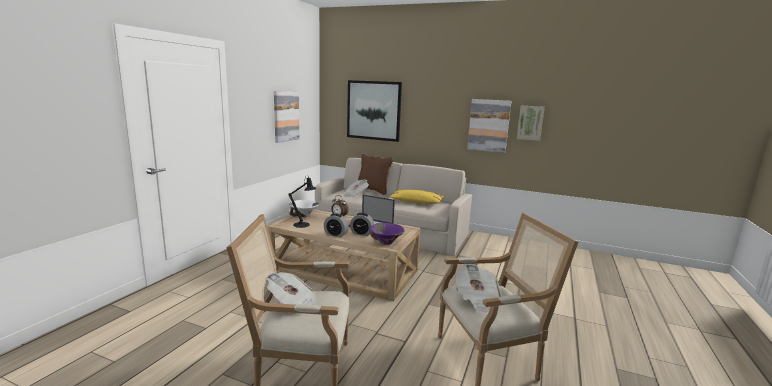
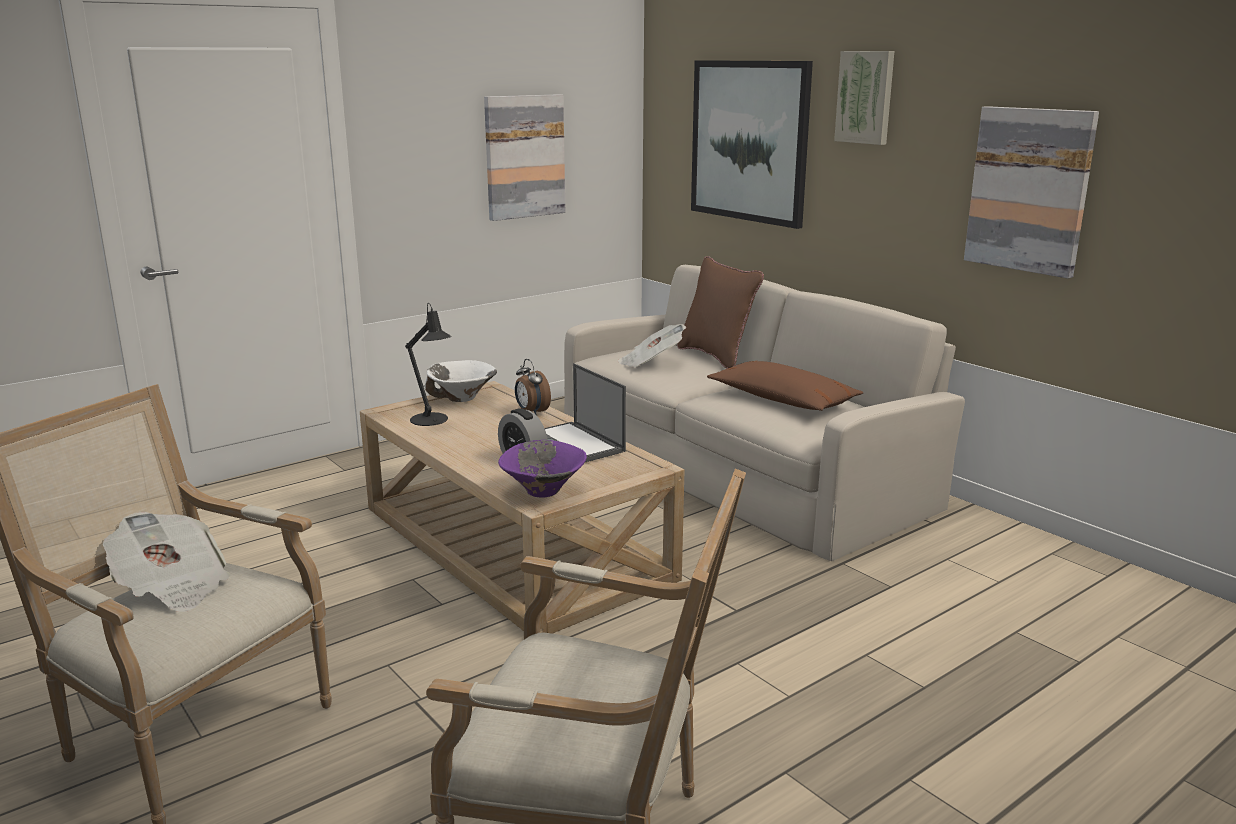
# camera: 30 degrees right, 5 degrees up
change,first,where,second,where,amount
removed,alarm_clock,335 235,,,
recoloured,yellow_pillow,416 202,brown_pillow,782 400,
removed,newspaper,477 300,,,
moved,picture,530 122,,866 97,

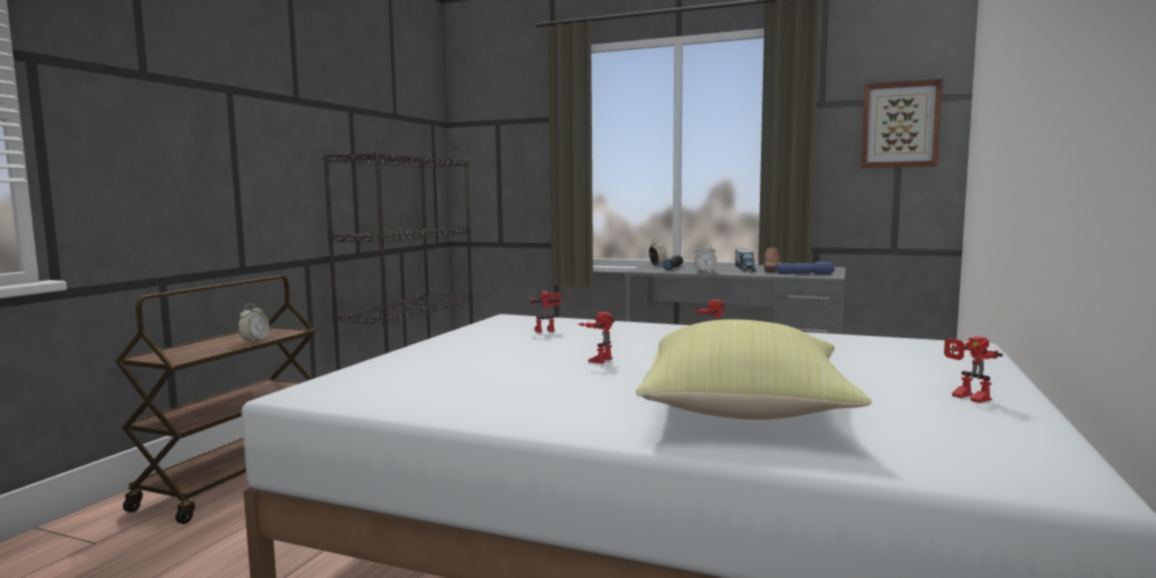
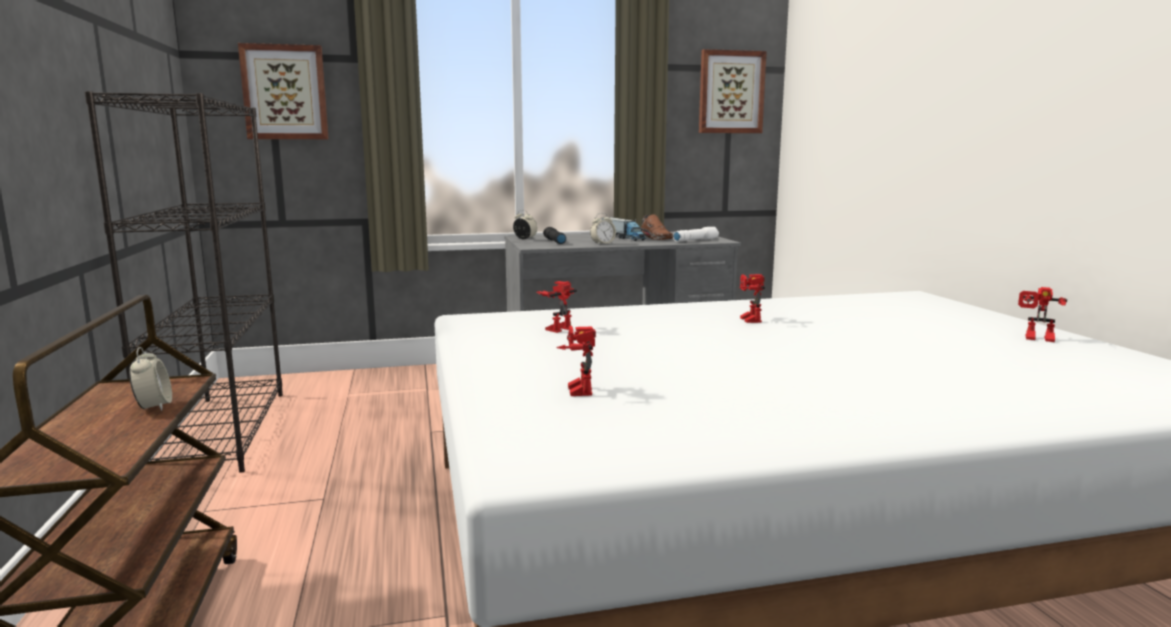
# camera: 35 degrees left, 5 degrees up
change,first,where,second,where,amount
moved,toy_robot,598 359,,575 390,
removed,yellow_pillow,746 412,,,
recoloured,blue_flashlight,804 274,white_flashlight,695 240,
added,,,picture,285 92,

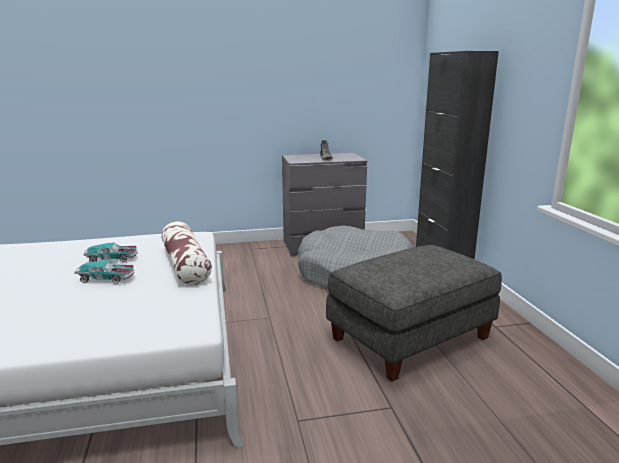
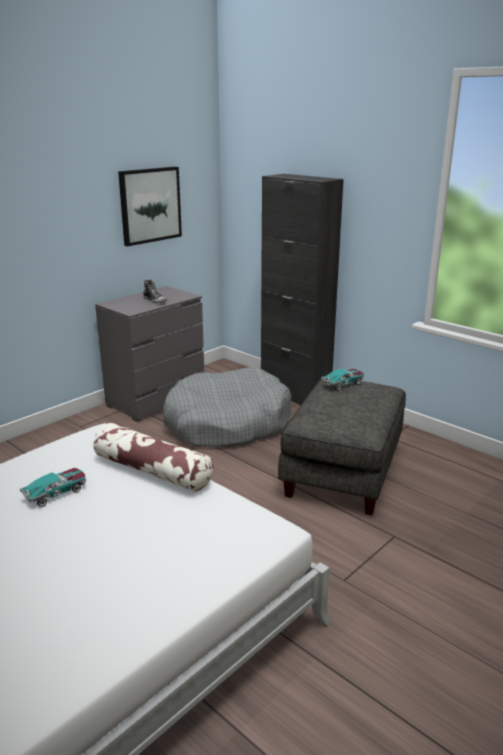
# camera: 35 degrees left, 5 degrees up
change,first,where,second,where,amount
moved,toy_car,107 278,,343 383,
added,,,picture,150 205,

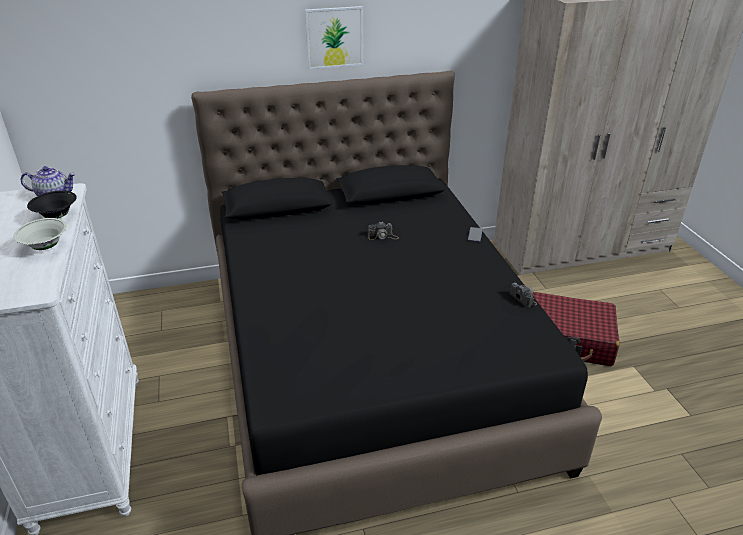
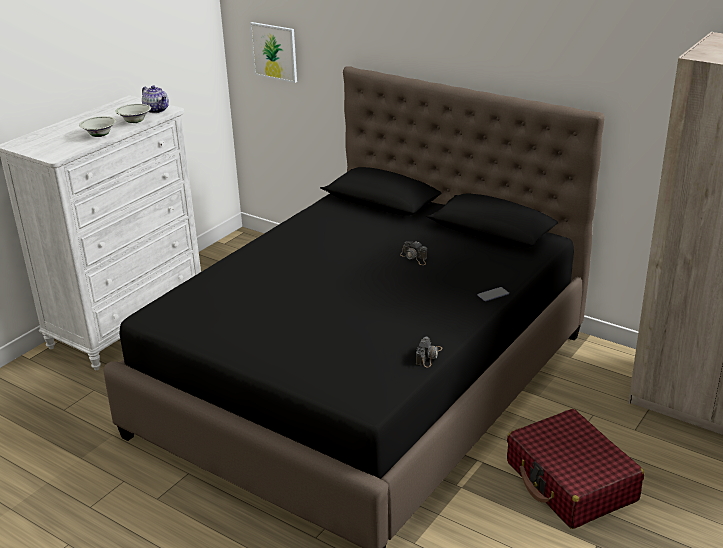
# camera: 50 degrees right, 5 degrees down
change,first,where,second,where,amount
recoloured,black_bowl,57 216,white_bowl,135 122,
moved,picture,334 37,,274 52,

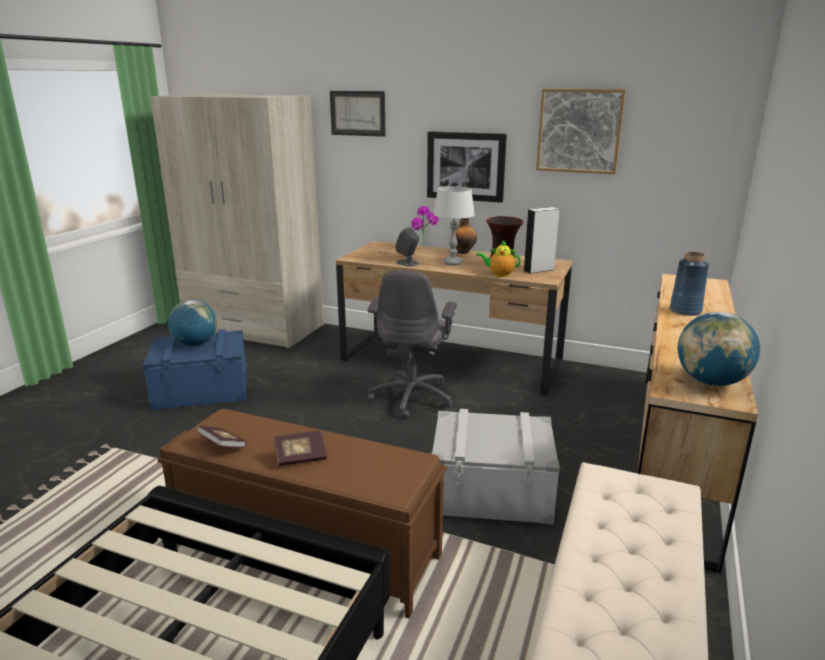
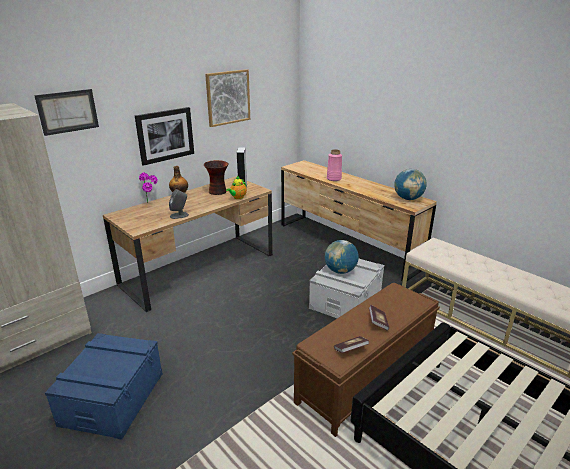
# camera: 65 degrees left, 5 degrees up
change,first,where,second,where,amount
moved,globe,195 344,,340 271,
removed,grey_office_chair,412 397,,,
removed,grey_table_lamp,452 263,,,
recoloured,blue_vase,685 311,pink_vase,333 178,

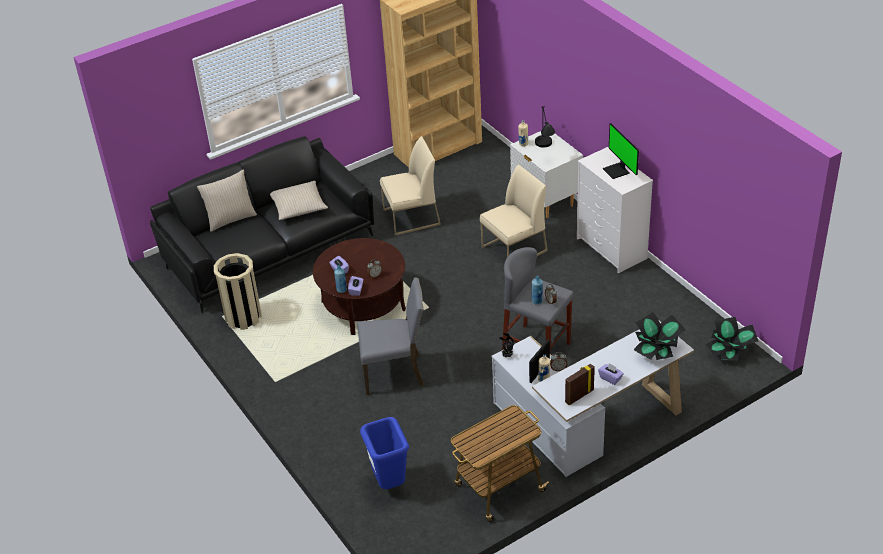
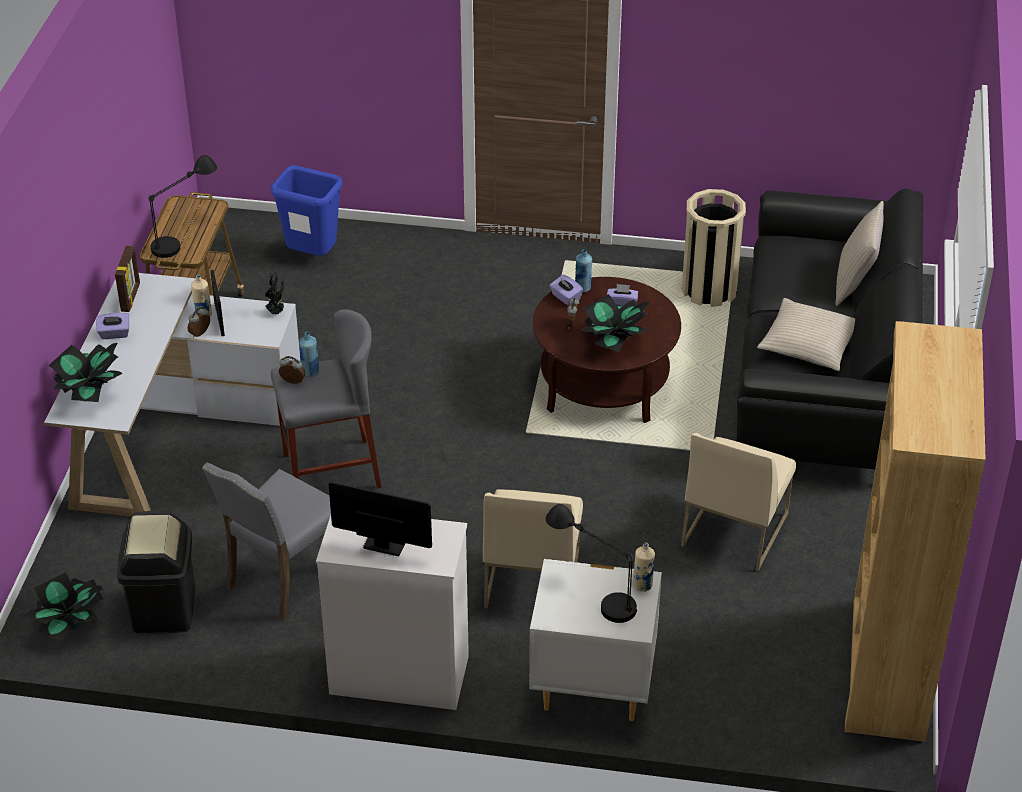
# camera: 130 degrees right, 0 degrees up
change,first,where,second,where,amount
moved,grey_chair,394 373,,284 577,
added,,,black_trash_can,163 609,
added,,,black_table_lamp,185 237,
added,,,potted_plant,613 342,

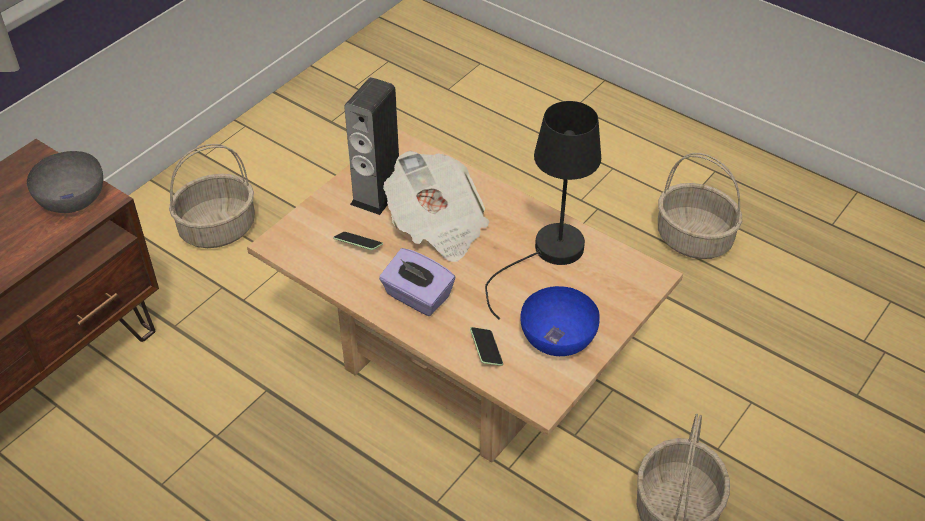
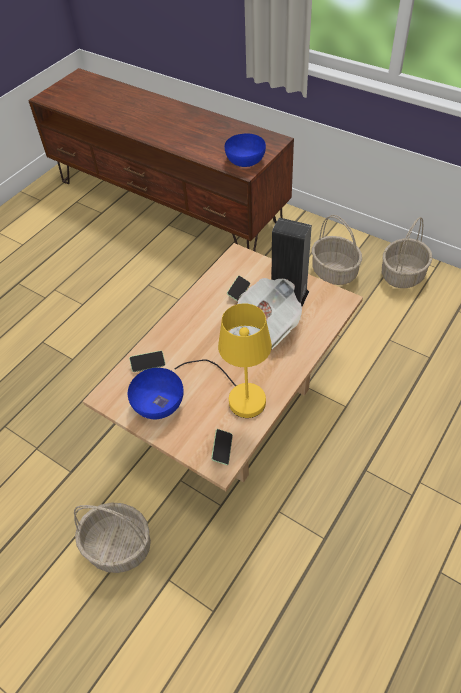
# camera: 90 degrees right, 5 degrees up
change,first,where,second,where,amount
recoloured,grey_bowl,72 199,blue_bowl,245 161,
removed,purple_tissue_box,417 297,,,
recoloured,black_table_lamp,547 255,yellow_table_lamp,238 395,
moved,basket,694 239,,402 275,
added,,,phone,222 449,

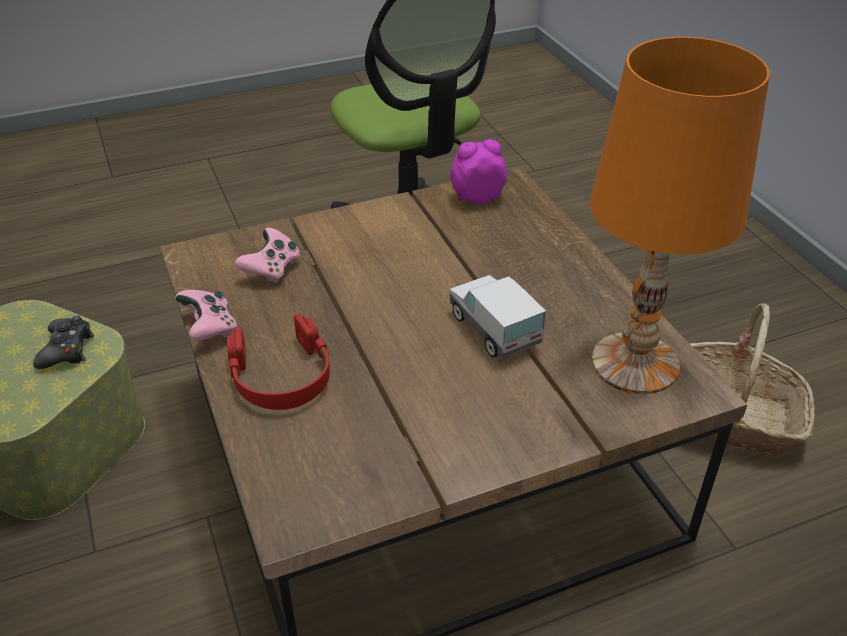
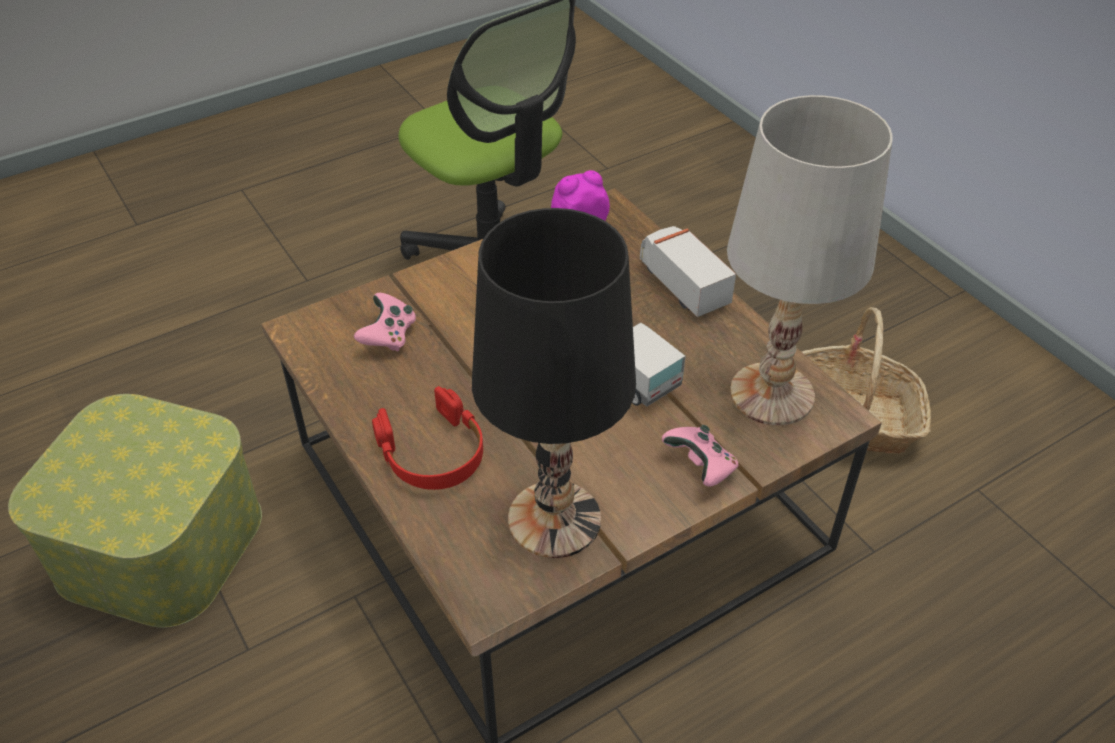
# camera: 10 degrees left, 5 degrees up
change,first,where,second,where,amount
removed,black_game_controller,66 350,,,
moved,pink_game_controller,210 329,,701 467,
recoloured,orange_table_lamp,635 364,white_table_lamp,772 395,
added,,,black_table_lamp,555 520,
added,,,toy_truck,682 285,

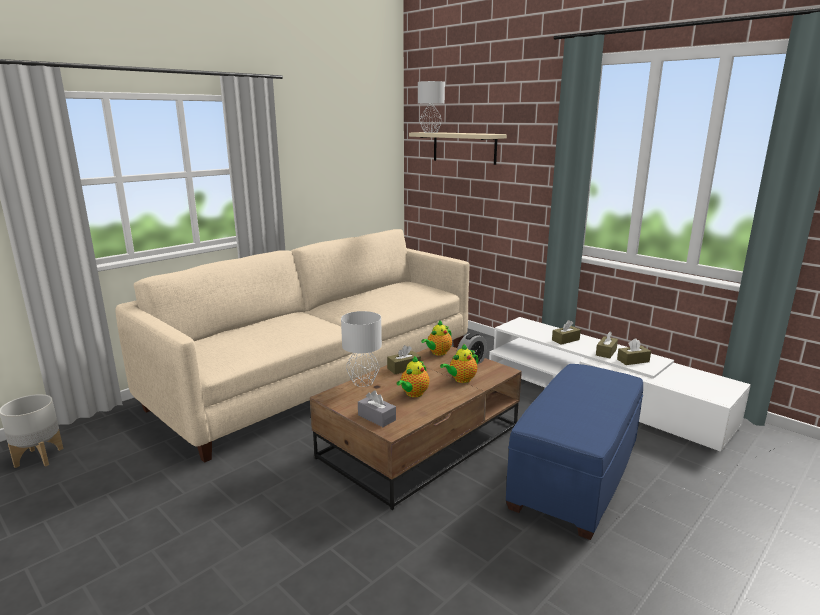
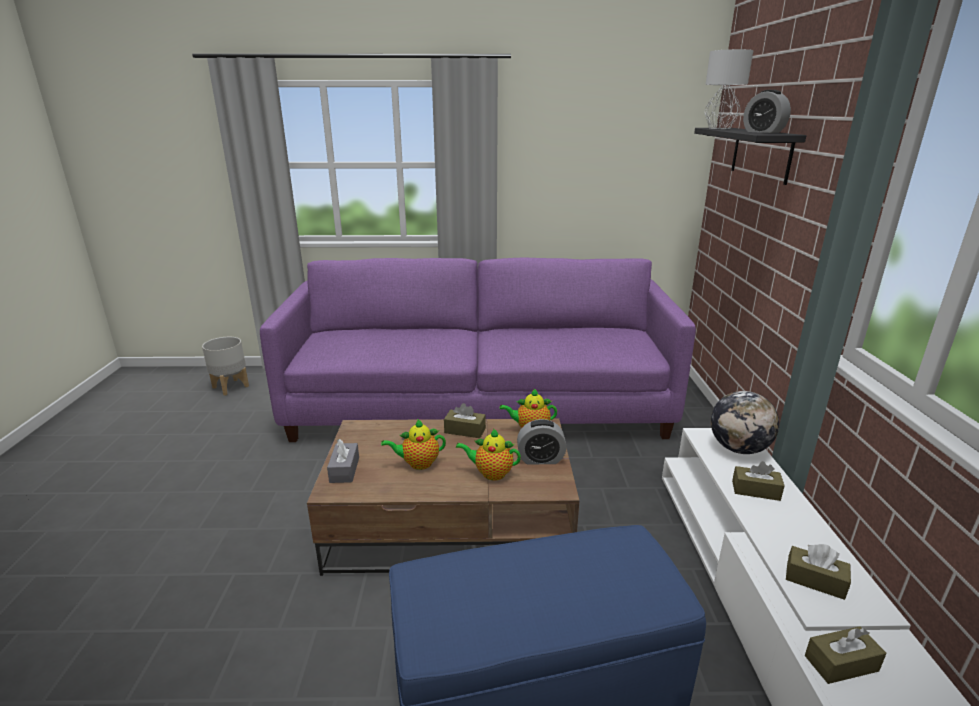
# camera: 45 degrees right, 5 degrees up
change,first,where,second,where,amount
recoloured,beige_sofa,320 375,purple_sofa,479 405,
removed,grey_table_lamp,363 382,,,
recoloured,beige_shelf,464 147,black_shelf,761 154,
moved,brown_tissue_box,606 352,,841 663,
added,,,globe,738 449,
added,,,alarm_clock,763 132,

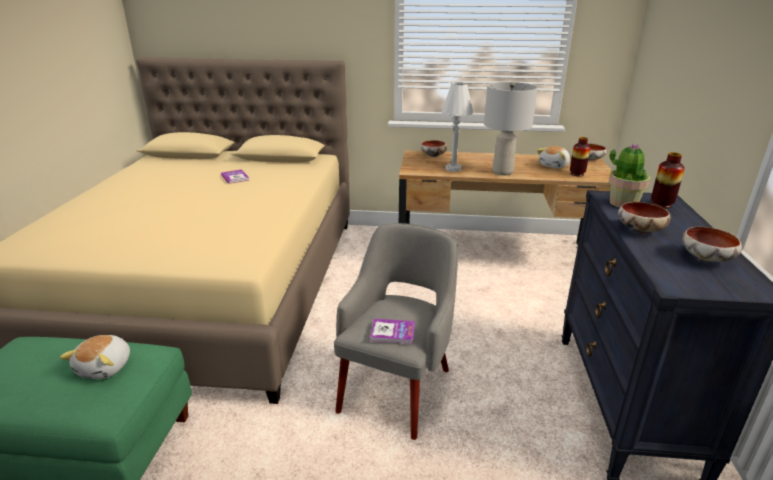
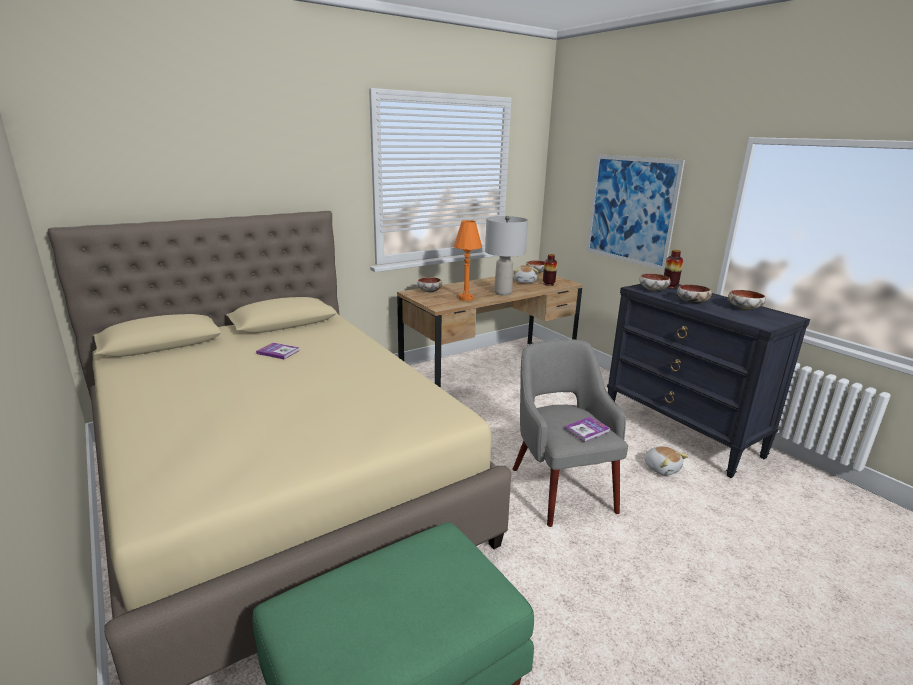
# camera: 40 degrees left, 5 degrees down
change,first,where,second,where,amount
moved,plush_toy,106 367,,662 468,
recoloured,white_table_lamp,453 169,orange_table_lamp,466 298,
replaced,potted_plant,623 203,bowl,653 290,
added,,,picture,631 210,

